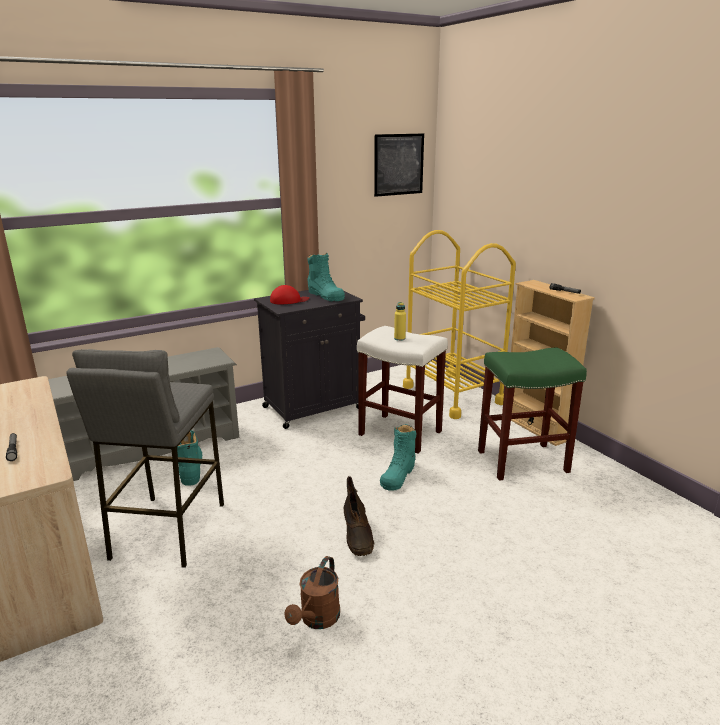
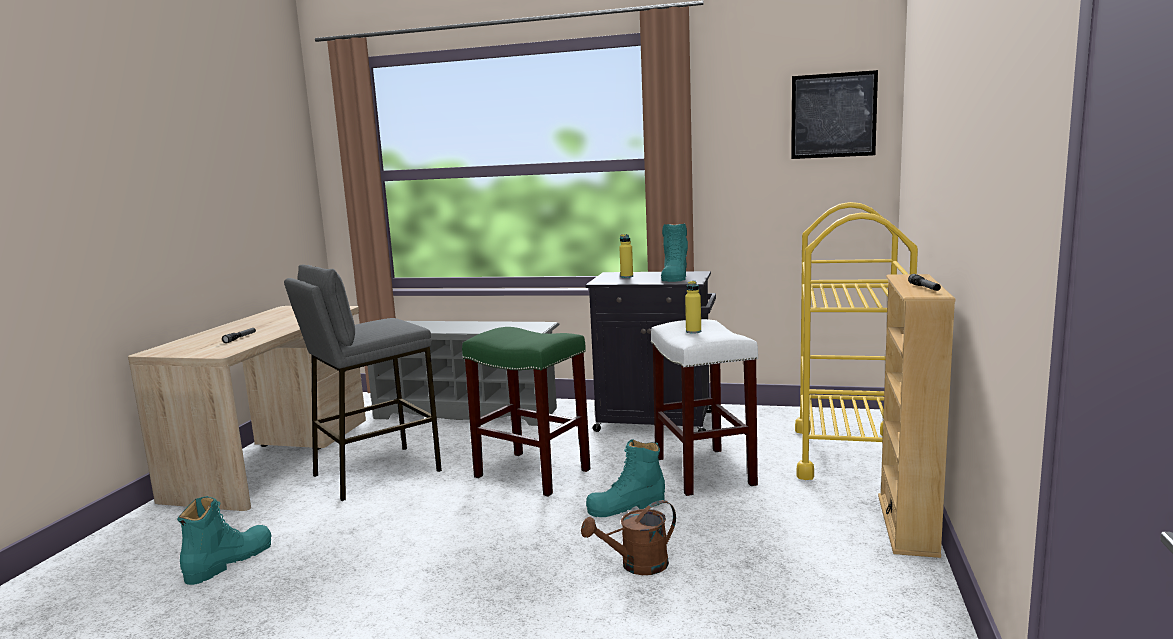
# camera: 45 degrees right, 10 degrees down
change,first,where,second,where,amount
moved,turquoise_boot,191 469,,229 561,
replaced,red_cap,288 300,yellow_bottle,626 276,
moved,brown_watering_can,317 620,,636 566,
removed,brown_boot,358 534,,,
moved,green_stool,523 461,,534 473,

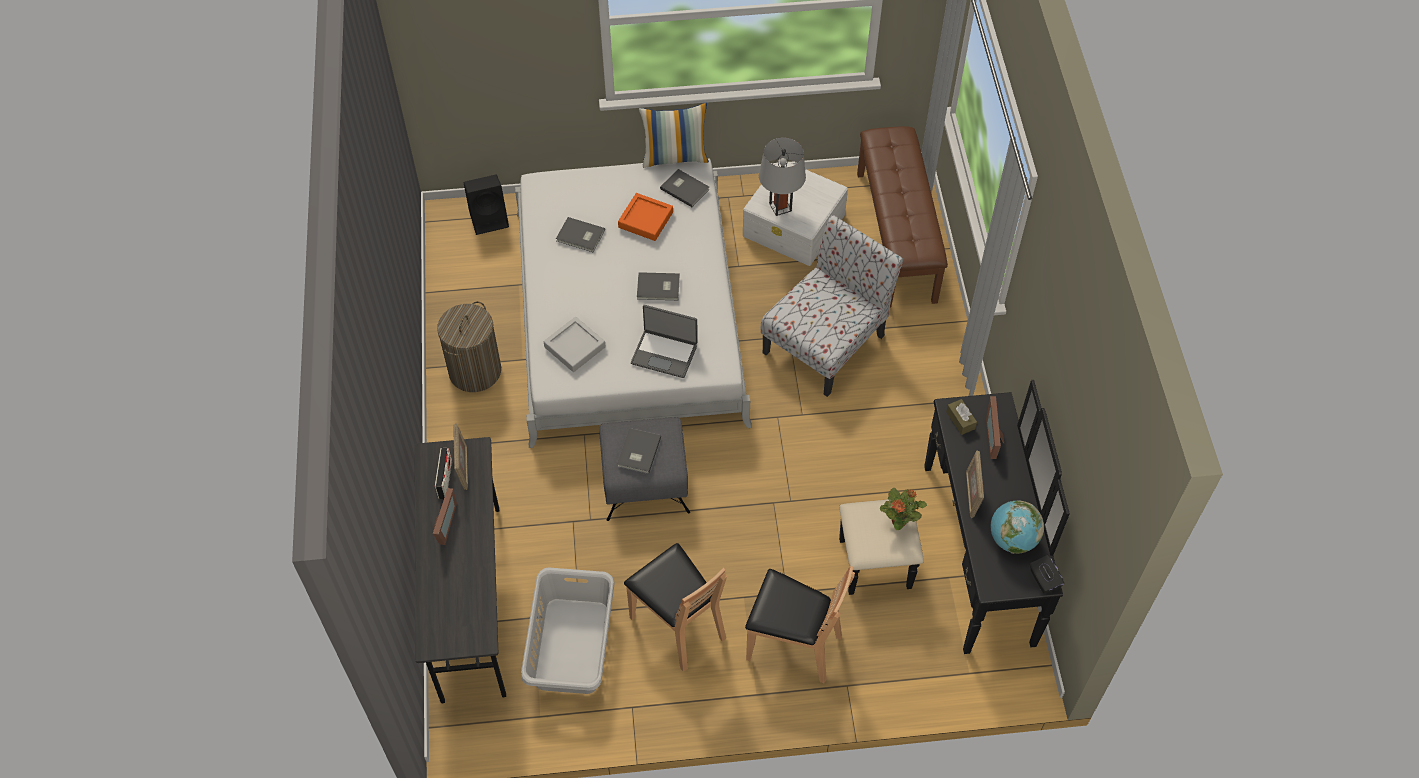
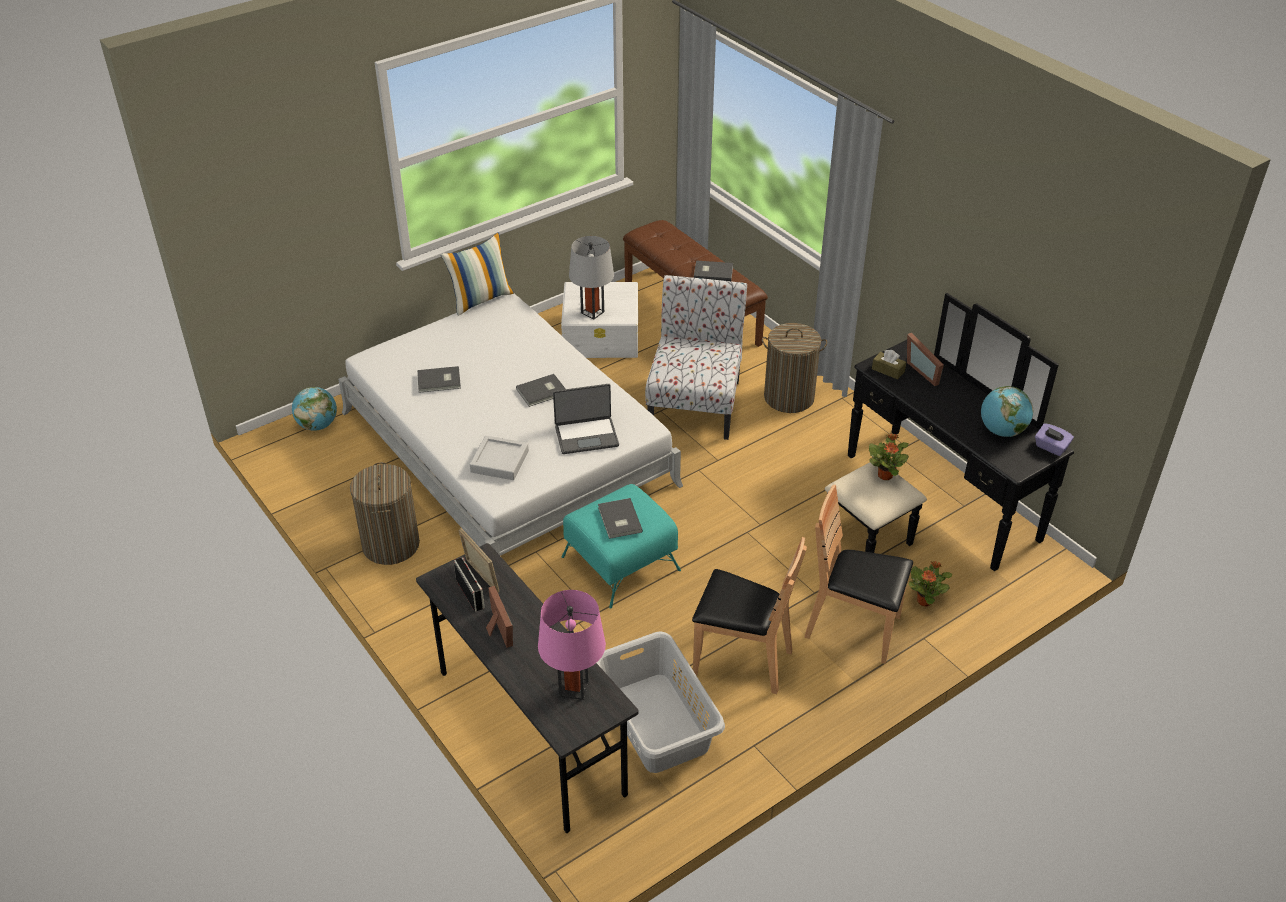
# camera: 30 degrees left, 15 degrees down
change,first,where,second,where,amount
replaced,black_speaker,490 218,globe,317 425,
recoloured,grey_ottoman,645 481,turquoise_ottoman,621 563,
removed,orange_tray,645 220,,,
moved,grey_book,685 188,,712 272,
turned,brown_chair,793 645,,853 629,150 degrees counterclockwise
removed,picture_frame,971 494,,,
recoloured,black_tissue_box,1043 580,purple_tissue_box,1051 447,
added,,,pink_table_lamp,573 688,
added,,,laundry_basket,789 397,
added,,,potted_plant,925 600,

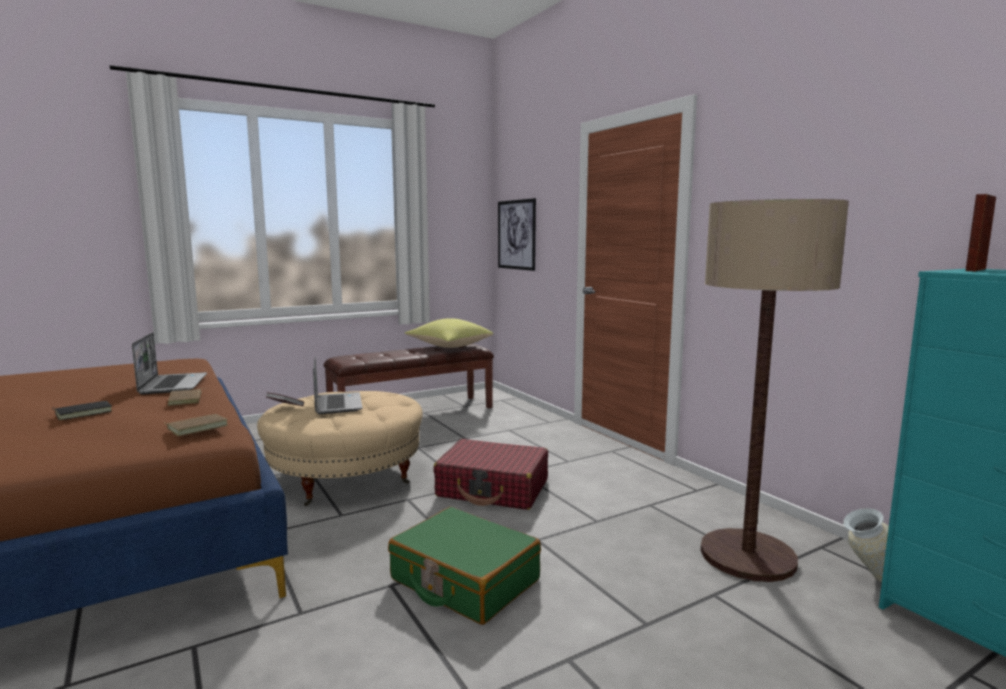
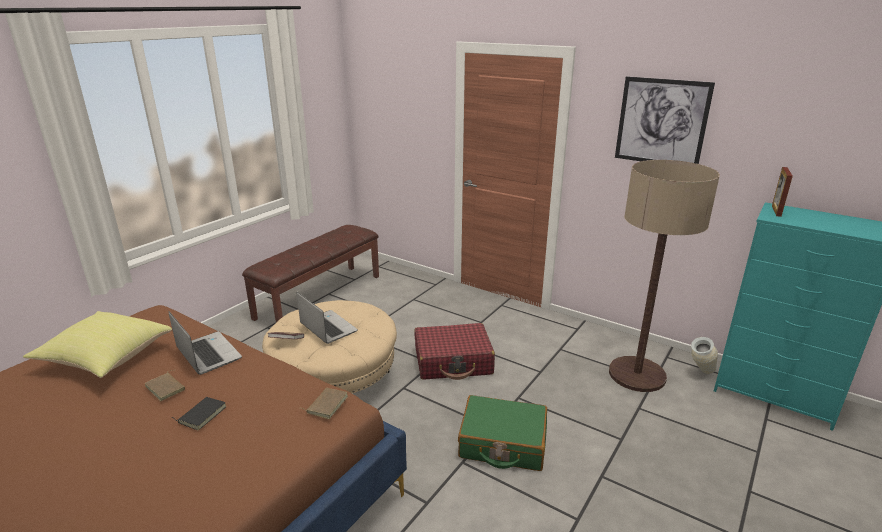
# camera: 25 degrees left, 15 degrees up
change,first,where,second,where,amount
moved,brown_book,187 400,,166 388,
moved,yellow_pillow,448 347,,104 359,
moved,picture,516 234,,661 122,

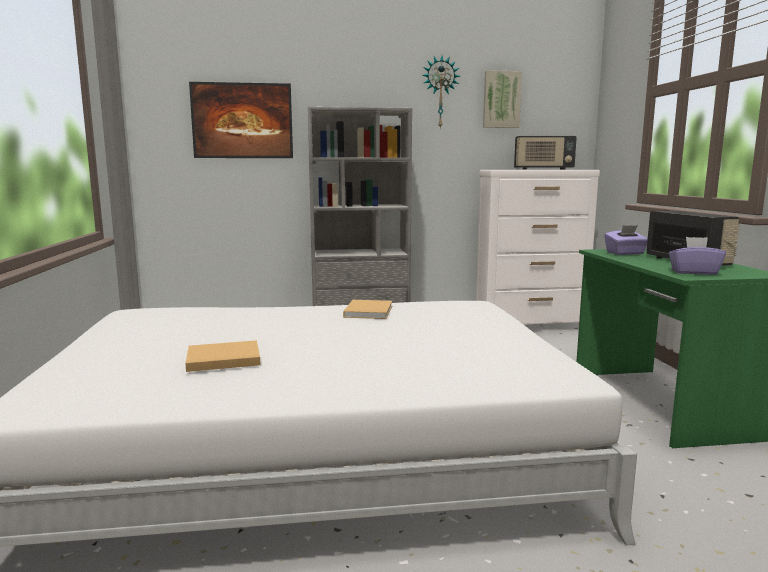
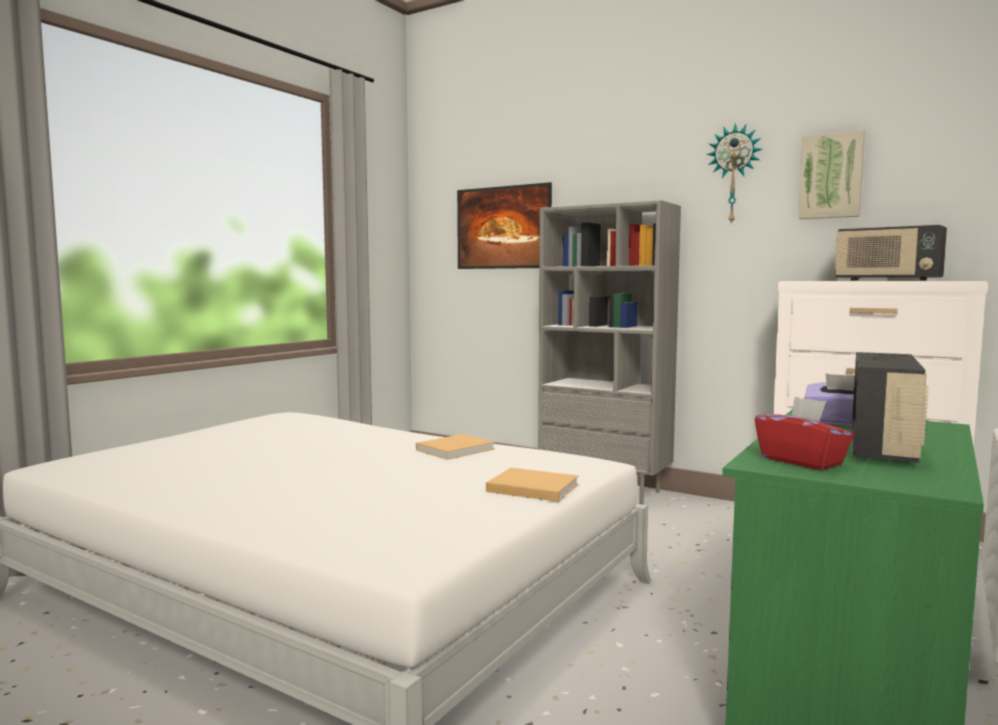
# camera: 40 degrees right, 5 degrees down
change,first,where,second,where,amount
moved,beige_book,221 359,,530 487,
recoloured,purple_tissue_box,694 272,red_tissue_box,802 461,

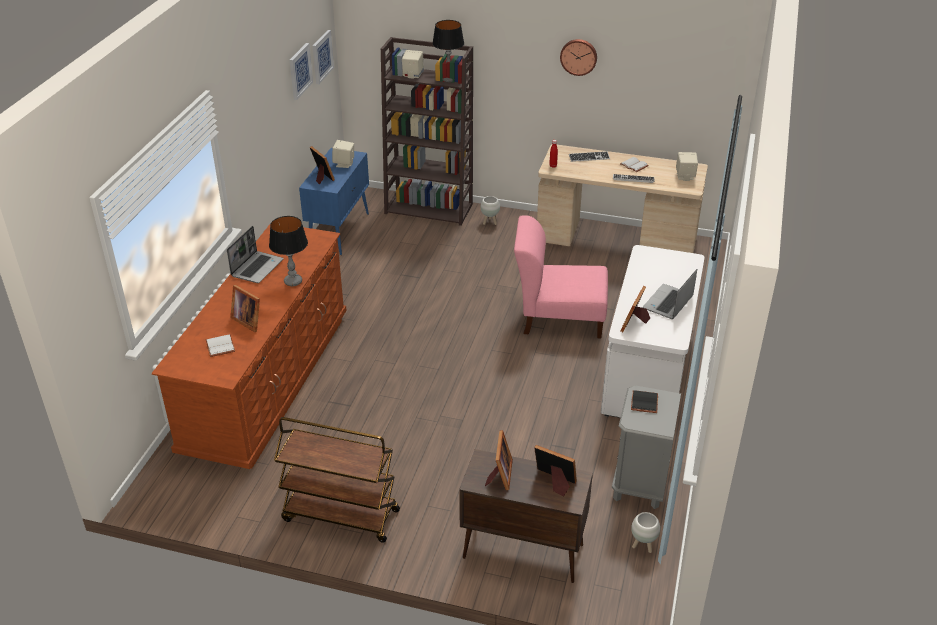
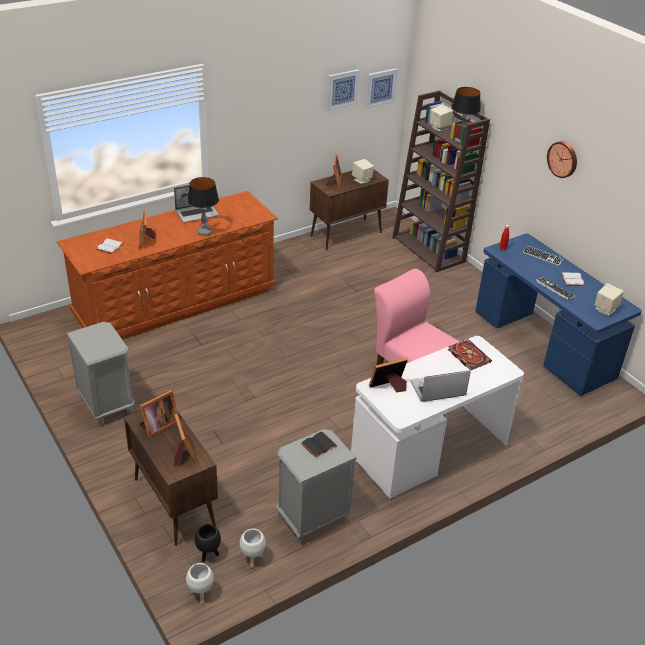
# camera: 40 degrees right, 0 degrees up
change,first,where,second,where,amount
replaced,brown_cart,340 515,grey_nightstand,106 405,
recoloured,blue_cabinet,339 231,brown_cabinet,346 234,
moved,white_planter,490 222,,200 595,
recoloured,beige_desk,616 241,blue_desk,542 345,
added,,,black_planter,208 555,
added,,,book,467 355,

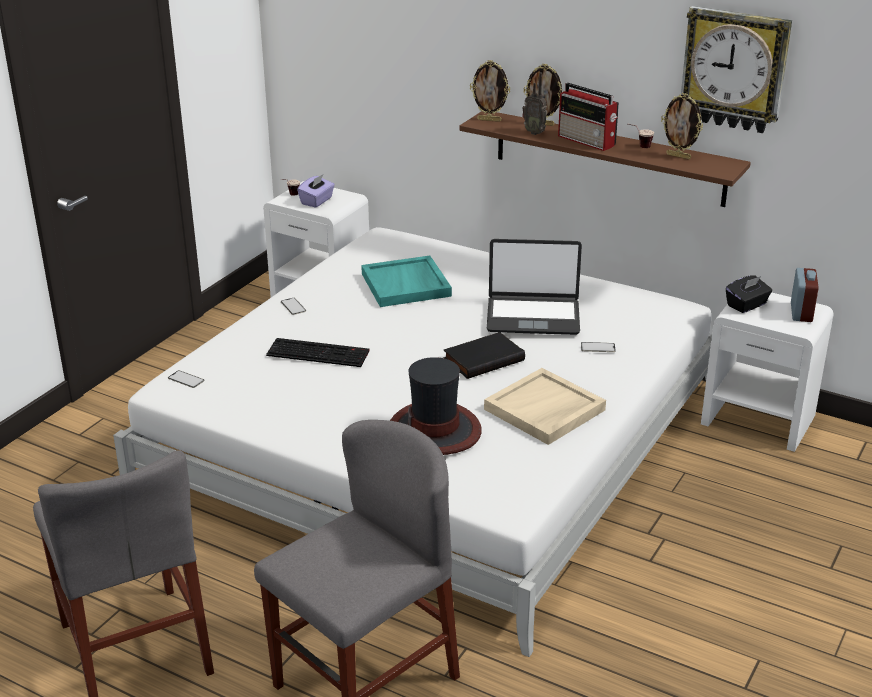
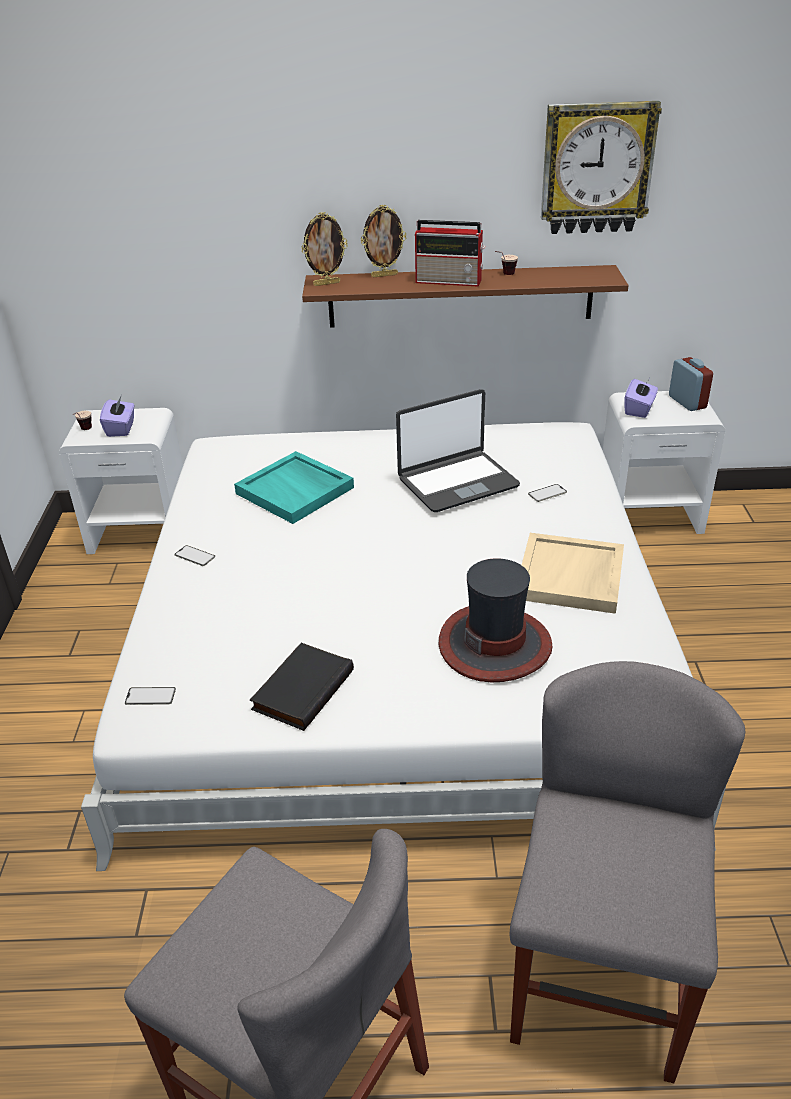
# camera: 30 degrees left, 5 degrees up
change,first,where,second,where,amount
removed,keyboard,319 352,,,
moved,black_book,483 358,,301 689,
removed,radio,535 132,,,
removed,picture_frame,679 156,,,
recoloured,black_tissue_box,747 305,purple_tissue_box,639 409,

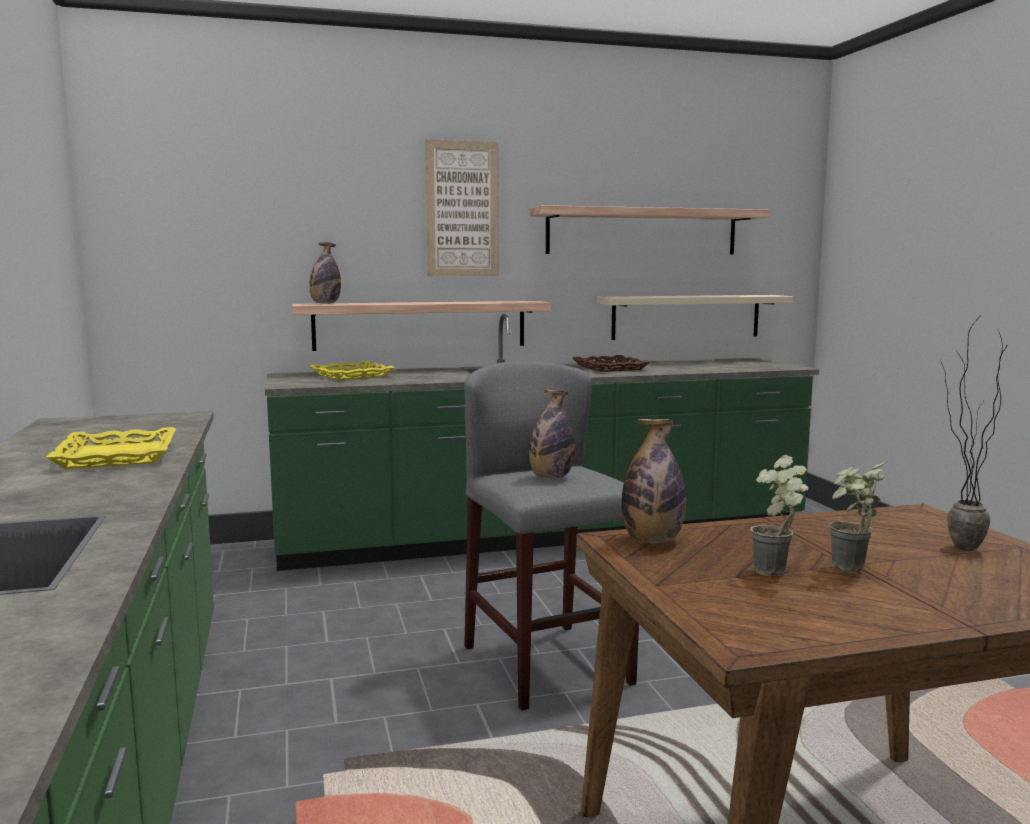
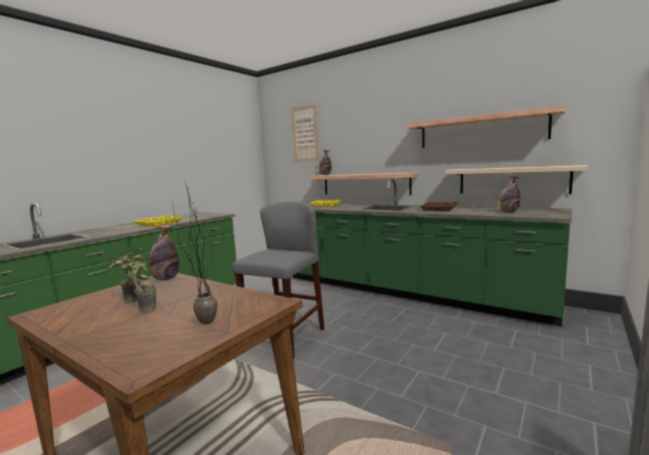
# camera: 50 degrees right, 0 degrees up
change,first,where,second,where,amount
moved,picture,462 209,,305 134,
moved,bottle,551 477,,508 212,

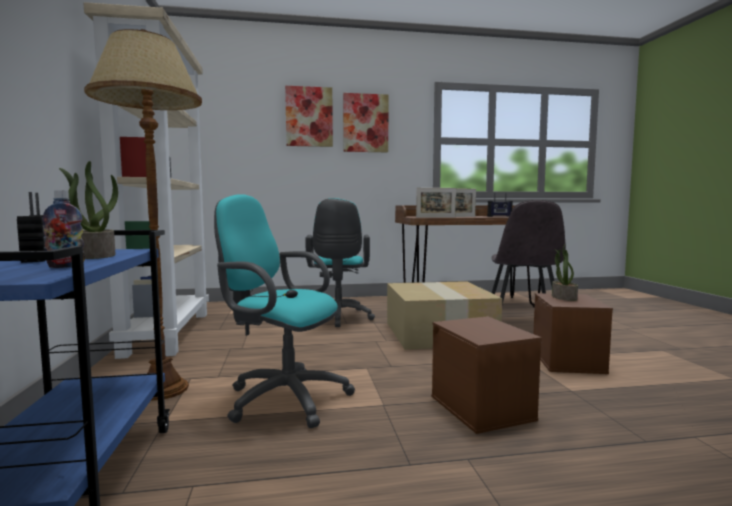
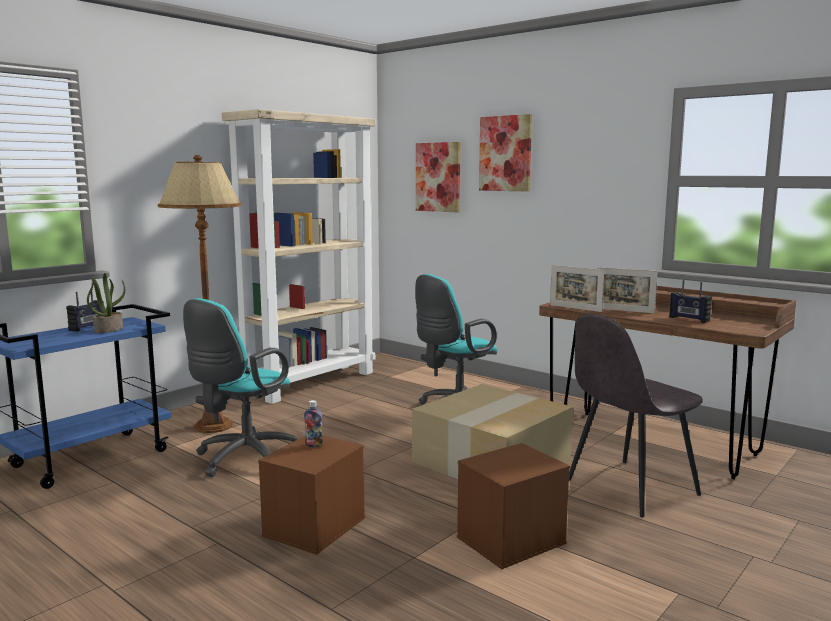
# camera: 50 degrees right, 5 degrees up
change,first,where,second,where,amount
moved,bottle,66 266,,313 445,
turned,turquoise_office_chair,281 398,,242 459,135 degrees counterclockwise
moved,picture,365 123,,438 177,
removed,potted_plant,563 297,,,

